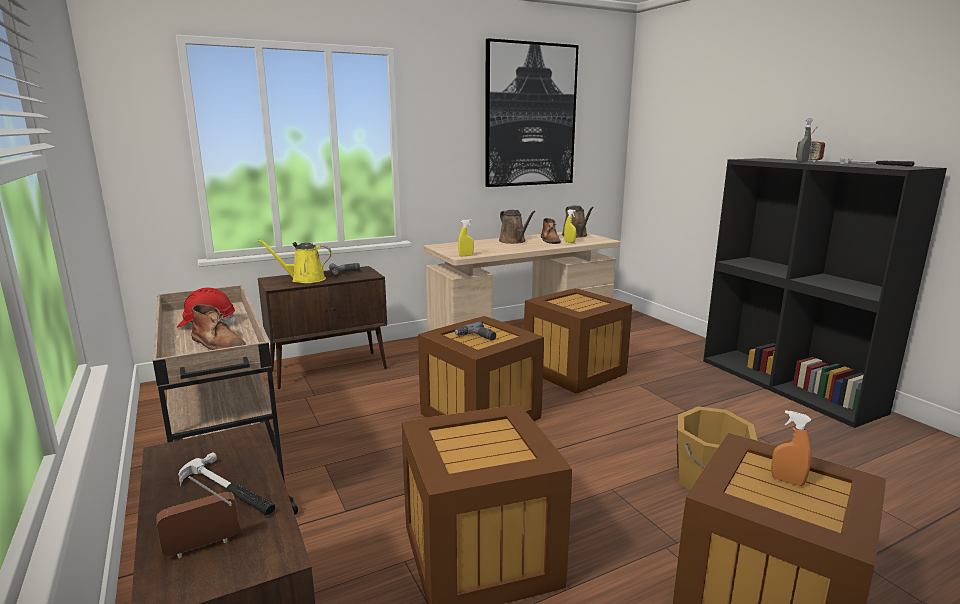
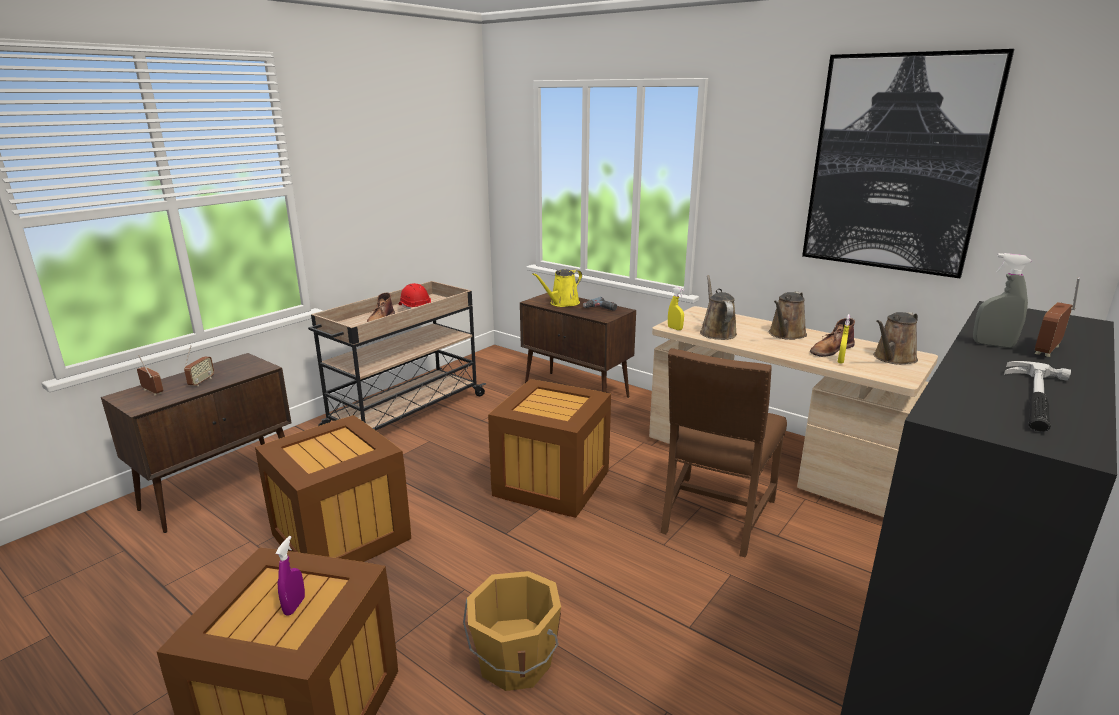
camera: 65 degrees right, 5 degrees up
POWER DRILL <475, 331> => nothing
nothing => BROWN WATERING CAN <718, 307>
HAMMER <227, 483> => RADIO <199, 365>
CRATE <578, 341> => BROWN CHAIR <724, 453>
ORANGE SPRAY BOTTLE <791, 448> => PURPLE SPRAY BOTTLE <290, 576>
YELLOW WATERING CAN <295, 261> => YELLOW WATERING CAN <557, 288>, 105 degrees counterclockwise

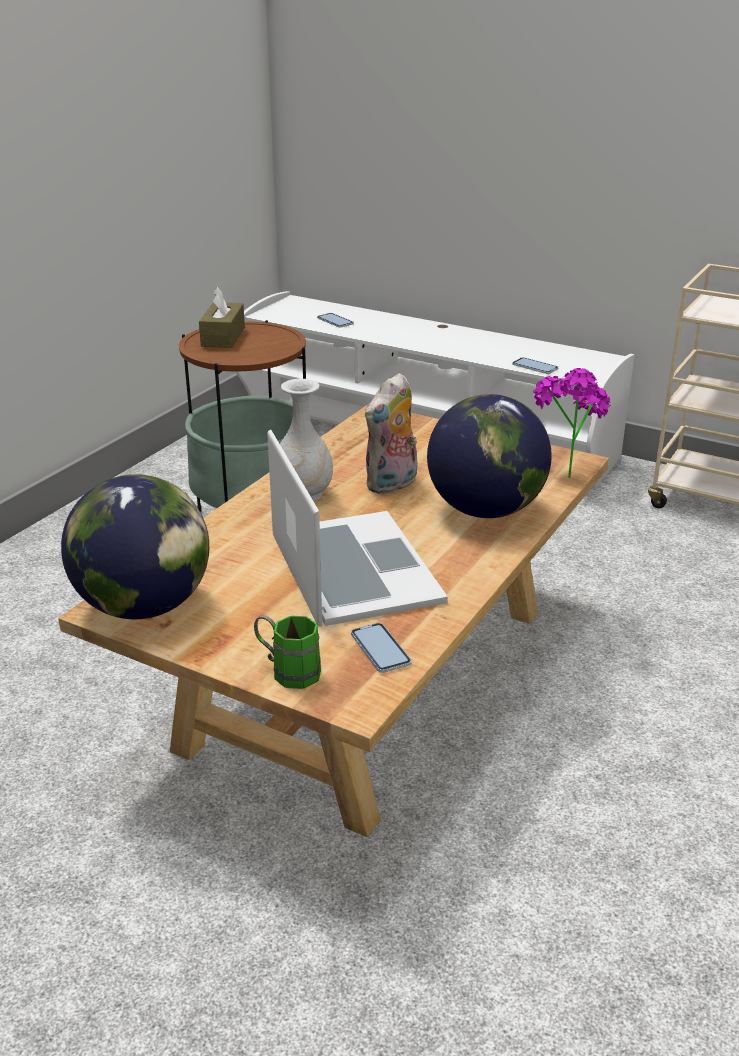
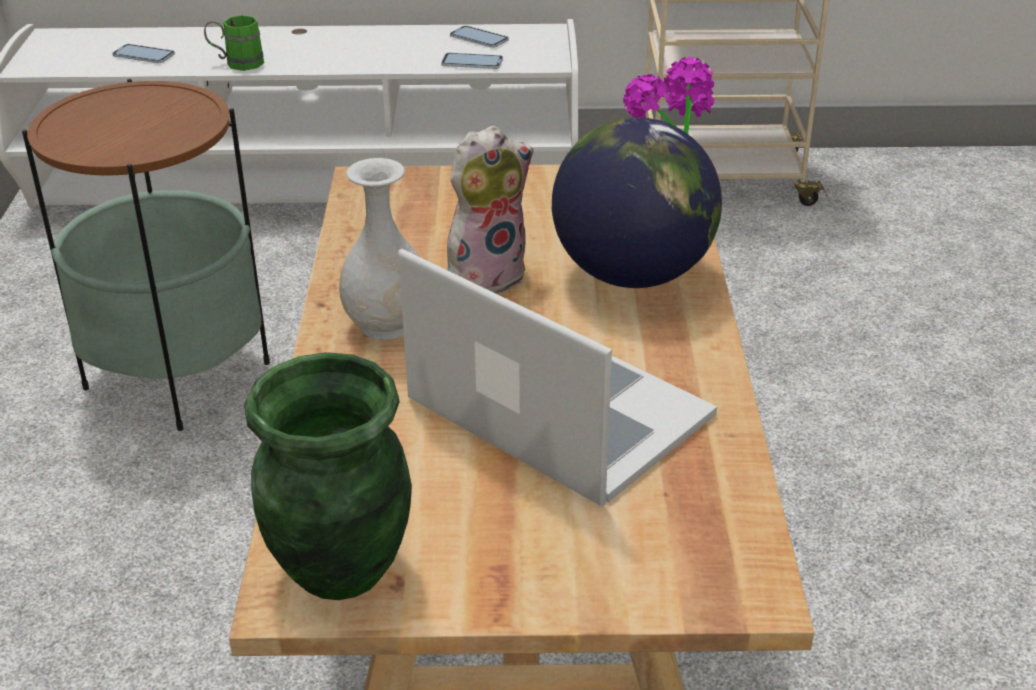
camera: 30 degrees left, 5 degrees up
BROWN TISSUE BOX <222, 317> => nothing
GREEN MUG <287, 652> => GREEN MUG <234, 43>, moved
PHONE <381, 648> => PHONE <479, 37>, moved
GLOBE <135, 546> => GREEN VASE <328, 476>
PLUSH TOY <391, 433> => PLUSH TOY <490, 209>, 135 degrees counterclockwise

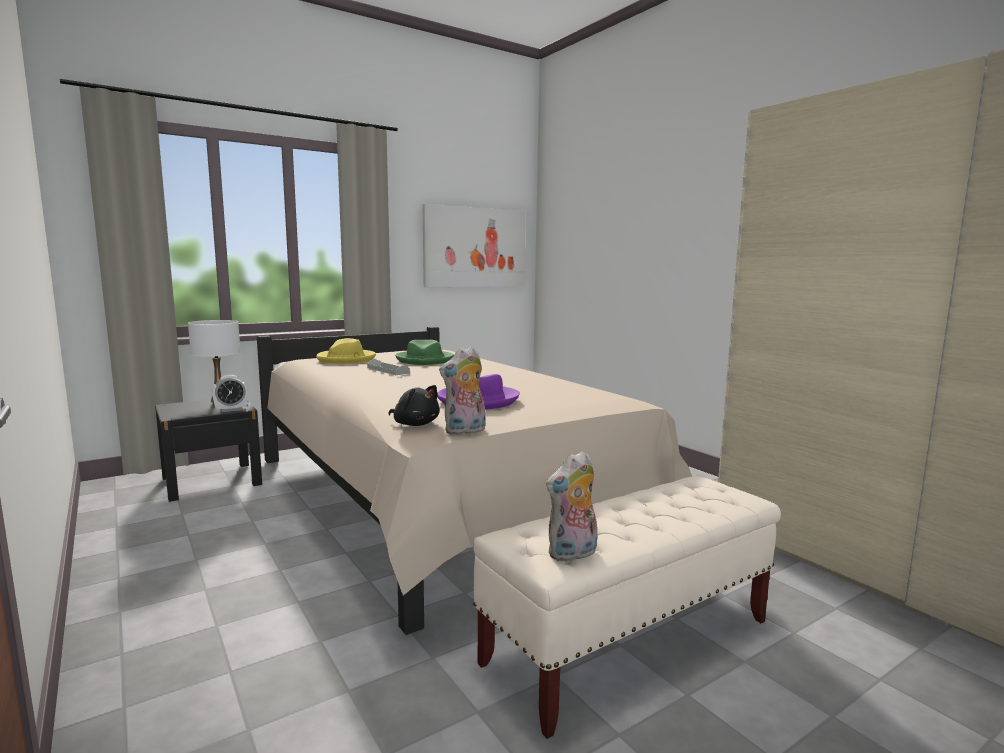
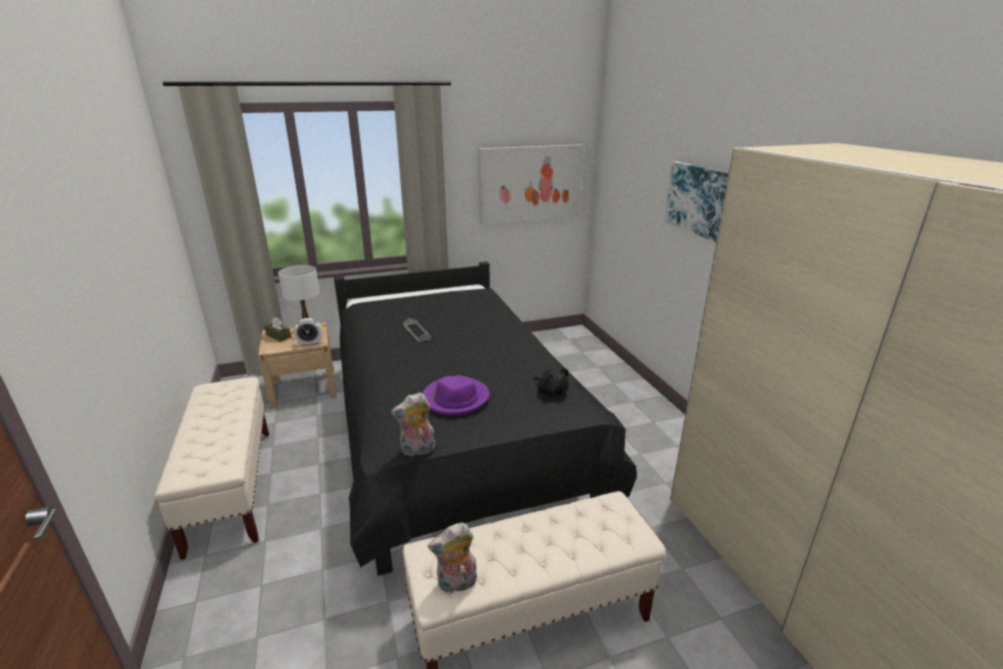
camera: 15 degrees right, 15 degrees up
YELLOW HAT <346, 351> => nothing
GREEN HAT <424, 352> => nothing
nothing => BEIGE BENCH <211, 468>
nothing => BROWN TISSUE BOX <278, 329>
nothing => PICTURE <696, 201>
BLACK PLUSH TOY <414, 405> => BLACK PLUSH TOY <551, 382>, moved
BLACK NIGHTSTAND <208, 450> => BEIGE NIGHTSTAND <297, 365>
BEIGE BED <474, 481> => BLACK BED <485, 418>

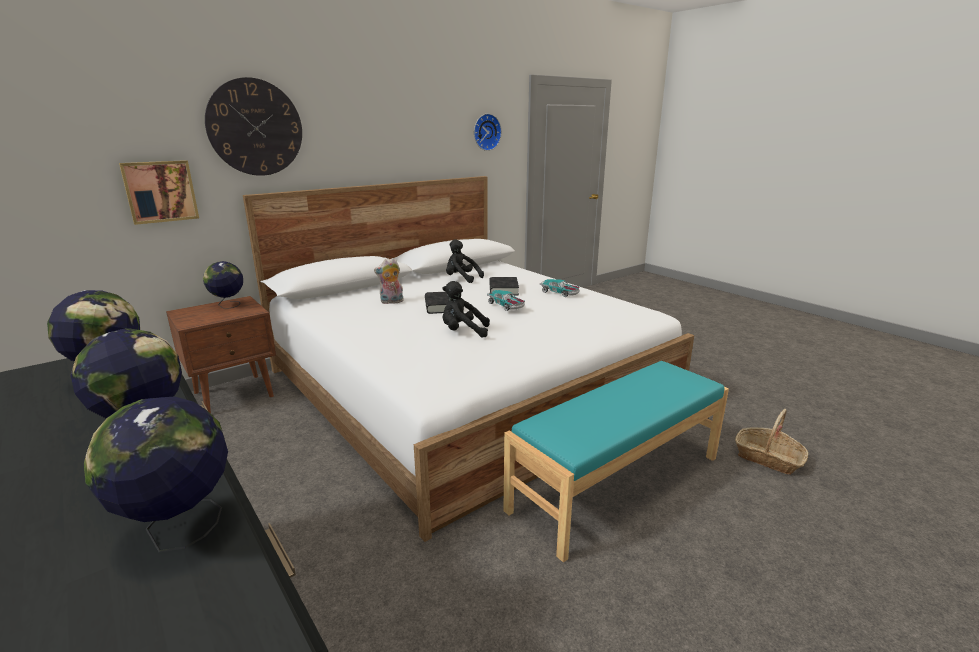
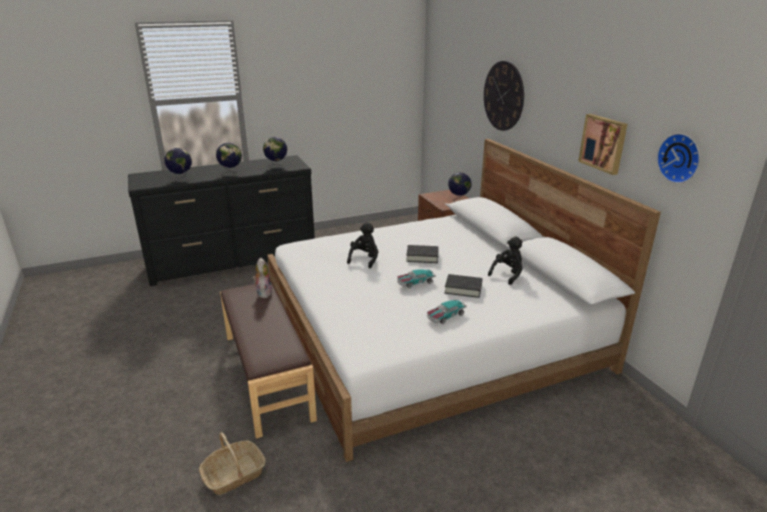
camera: 105 degrees right, 5 degrees up
PICTURE <159, 192> => PICTURE <602, 144>, moved
PLUSH TOY <389, 281> => PLUSH TOY <262, 277>, moved
TURQUOISE BENCH <616, 461> => BROWN BENCH <268, 361>

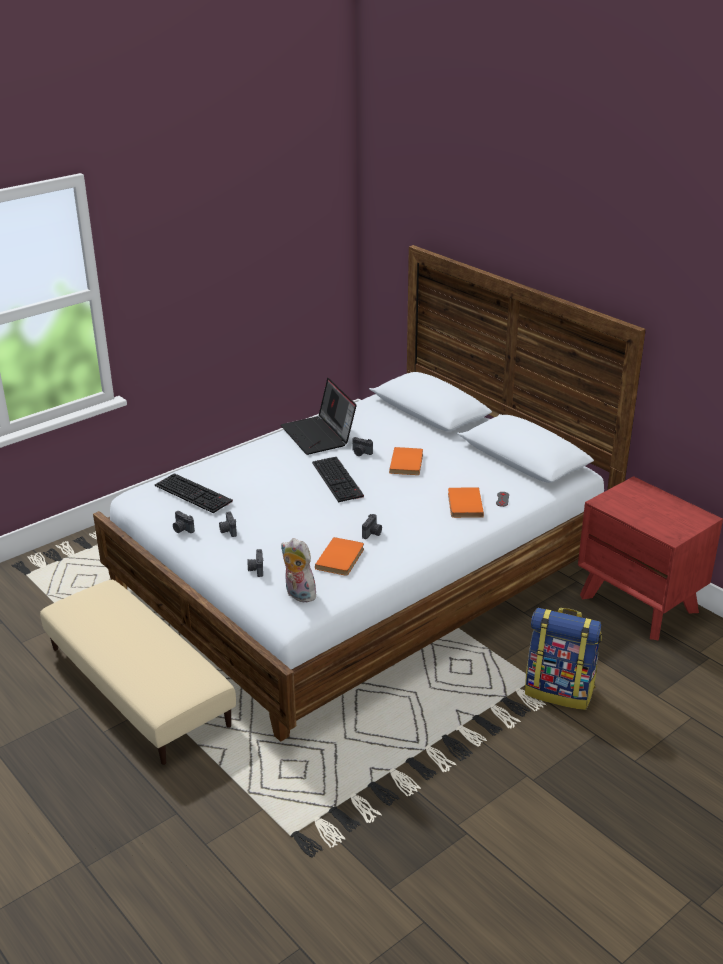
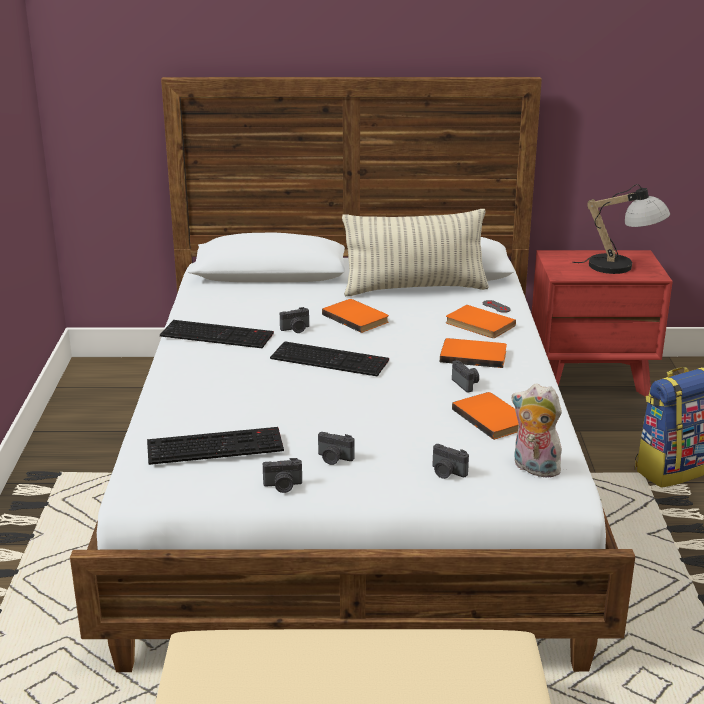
camera: 50 degrees left, 5 degrees down
nothing => PILLOW <415, 252>
nothing => ORANGE BOOK <473, 353>
nothing => TABLE LAMP <621, 229>
LAPTOP <319, 416> => KEYBOARD <217, 334>
PLUSH TOY <300, 570> => PLUSH TOY <536, 430>, 45 degrees clockwise

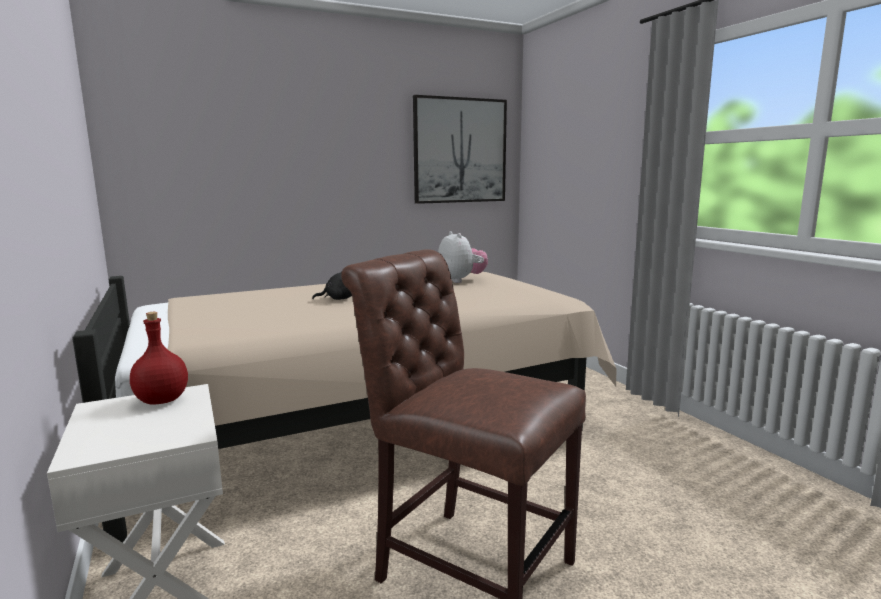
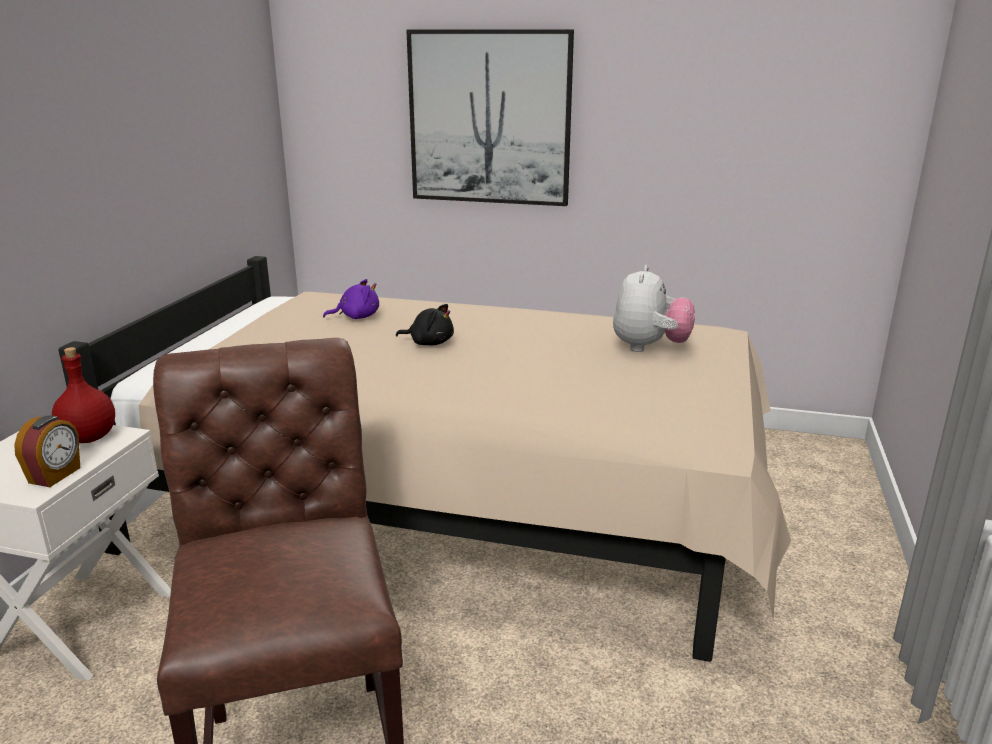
camera: 40 degrees right, 10 degrees up
nothing => ALARM CLOCK <47, 451>
nothing => PURPLE PLUSH TOY <351, 299>
PICTURE <460, 149> => PICTURE <490, 117>, moved

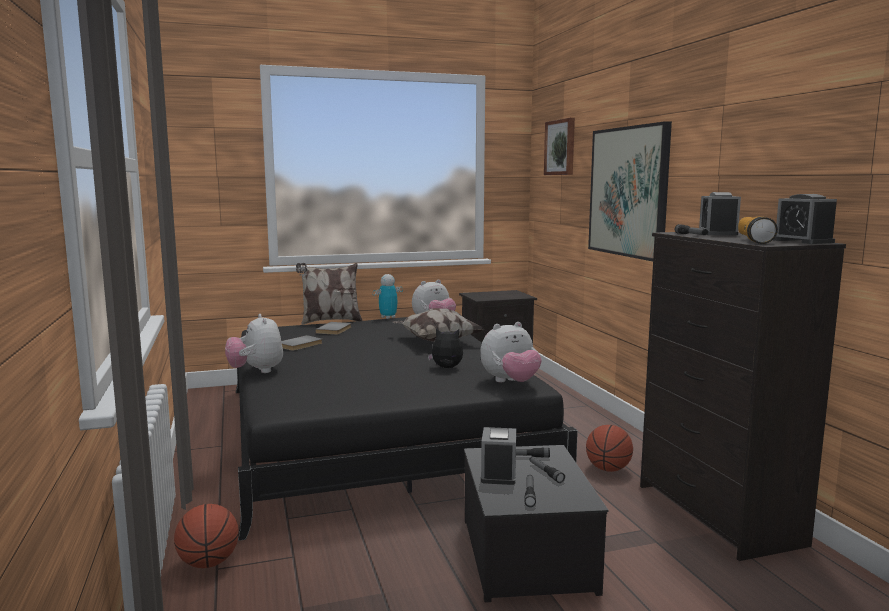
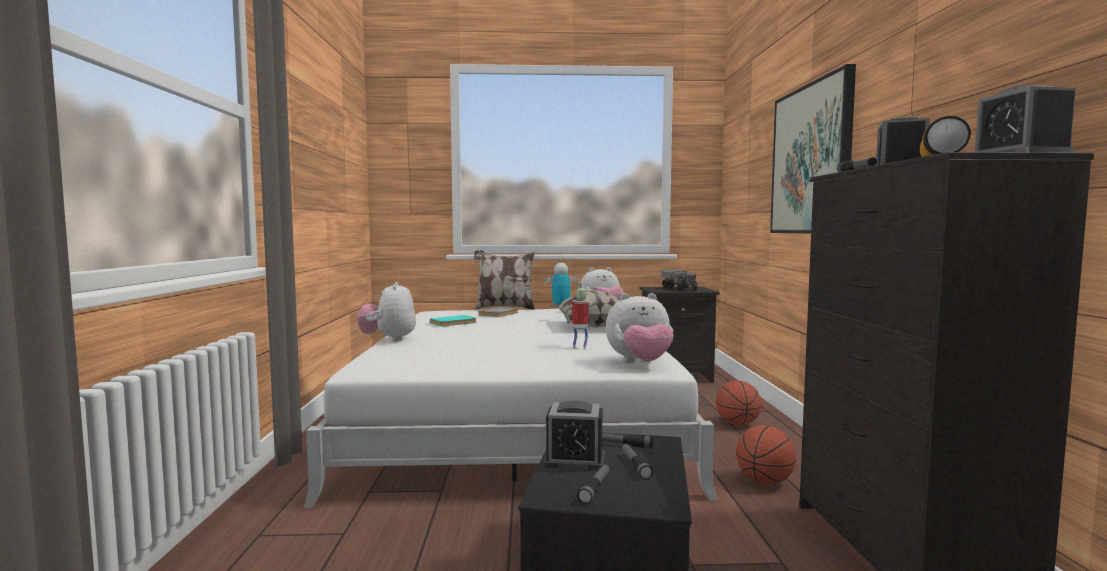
camera: 15 degrees right, 5 degrees down
PICTURE <559, 146> => nothing
nothing => TOY TRUCK <679, 280>
BASKETBALL <206, 536> => BASKETBALL <739, 402>, moved
PLUSH TOY <445, 348> => TOY ROBOT <582, 316>
BLACK BED <407, 429> => WHITE BED <510, 409>
GREY BOOK <302, 343> => TURQUOISE BOOK <453, 321>
ALARM CLOCK <498, 456> => ALARM CLOCK <574, 435>, 105 degrees counterclockwise

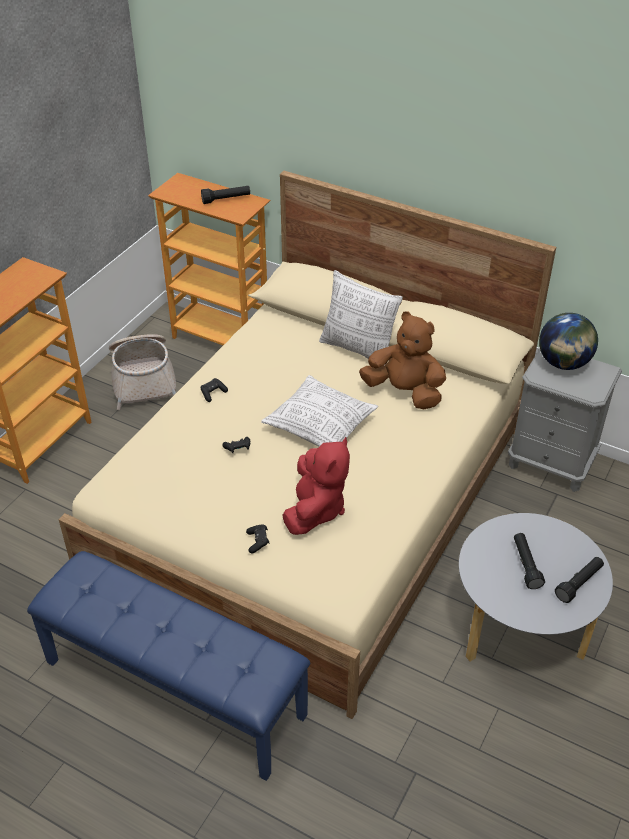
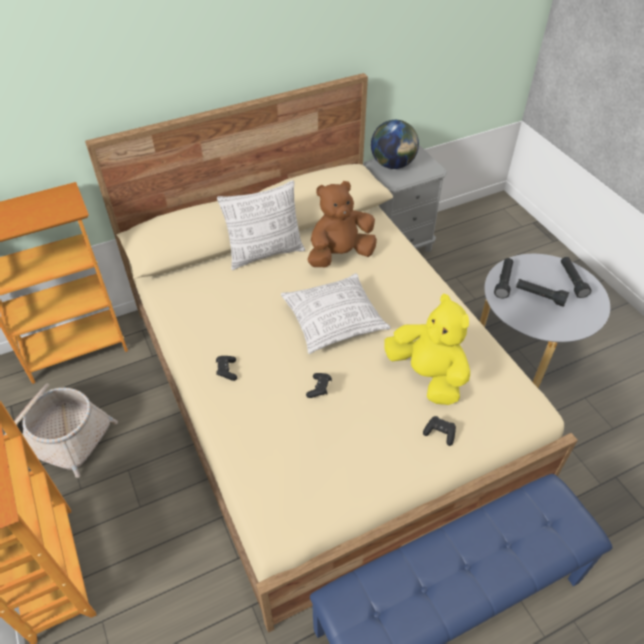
camera: 55 degrees left, 5 degrees up
BLACK FLASHLIGHT <225, 195> => BLACK FLASHLIGHT <503, 278>, moved
RED PLUSH TOY <316, 486> => YELLOW PLUSH TOY <427, 349>

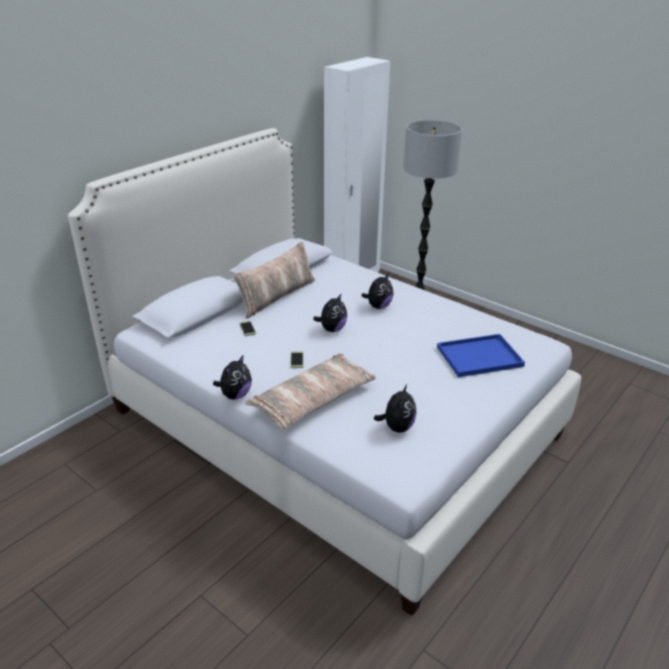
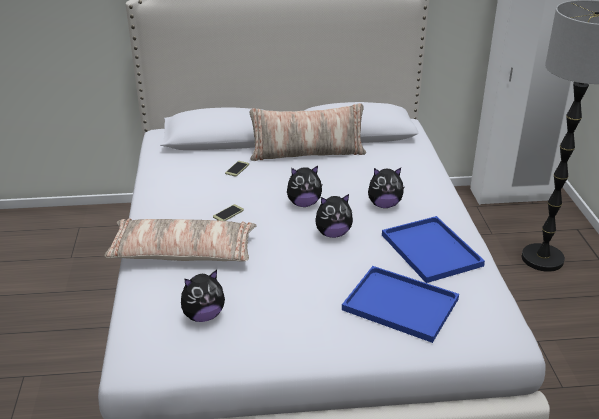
camera: 45 degrees right, 0 degrees up
nothing => BLUE TRAY <433, 249>
PLUSH TOY <232, 377> => PLUSH TOY <334, 216>, moved

